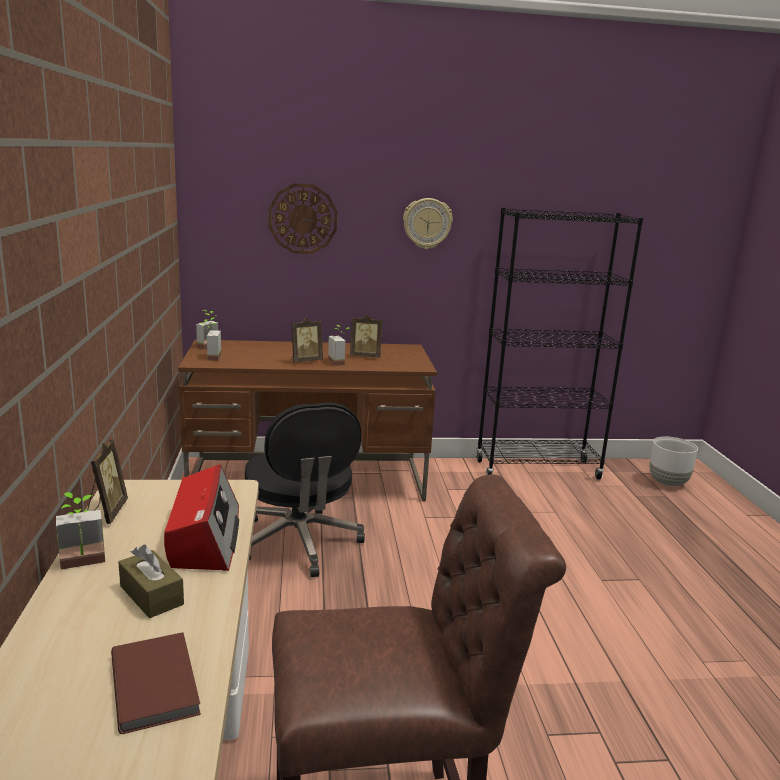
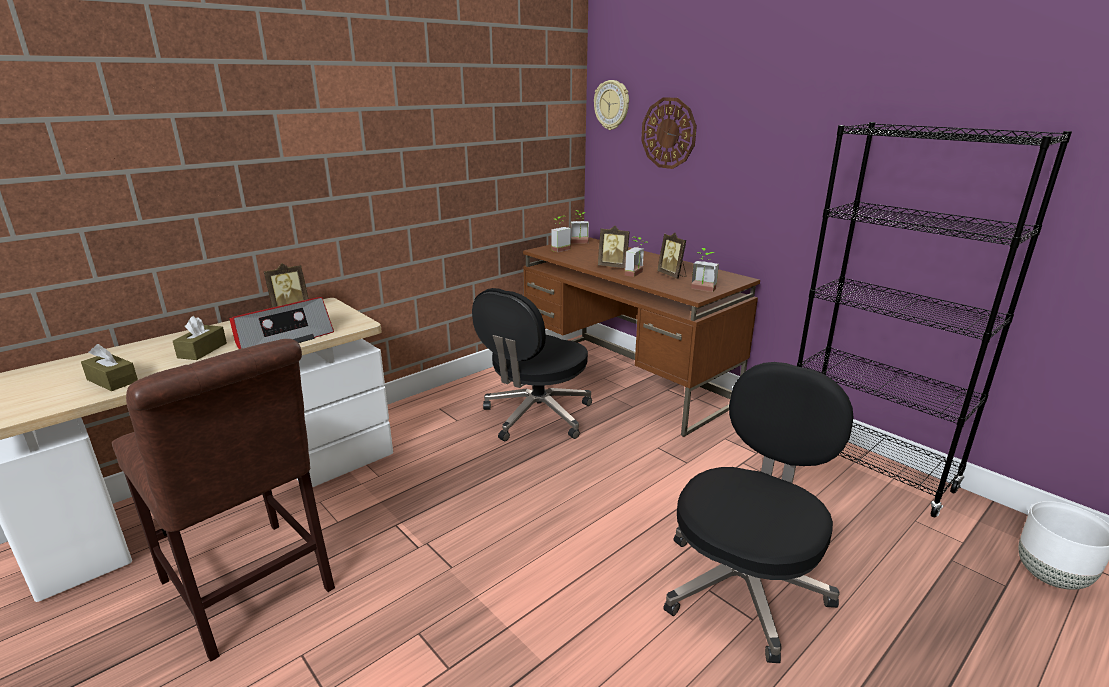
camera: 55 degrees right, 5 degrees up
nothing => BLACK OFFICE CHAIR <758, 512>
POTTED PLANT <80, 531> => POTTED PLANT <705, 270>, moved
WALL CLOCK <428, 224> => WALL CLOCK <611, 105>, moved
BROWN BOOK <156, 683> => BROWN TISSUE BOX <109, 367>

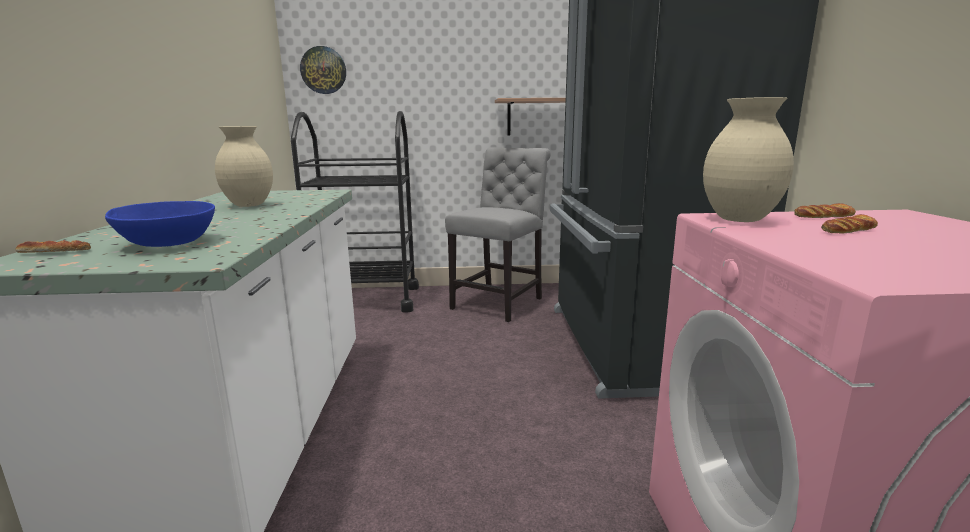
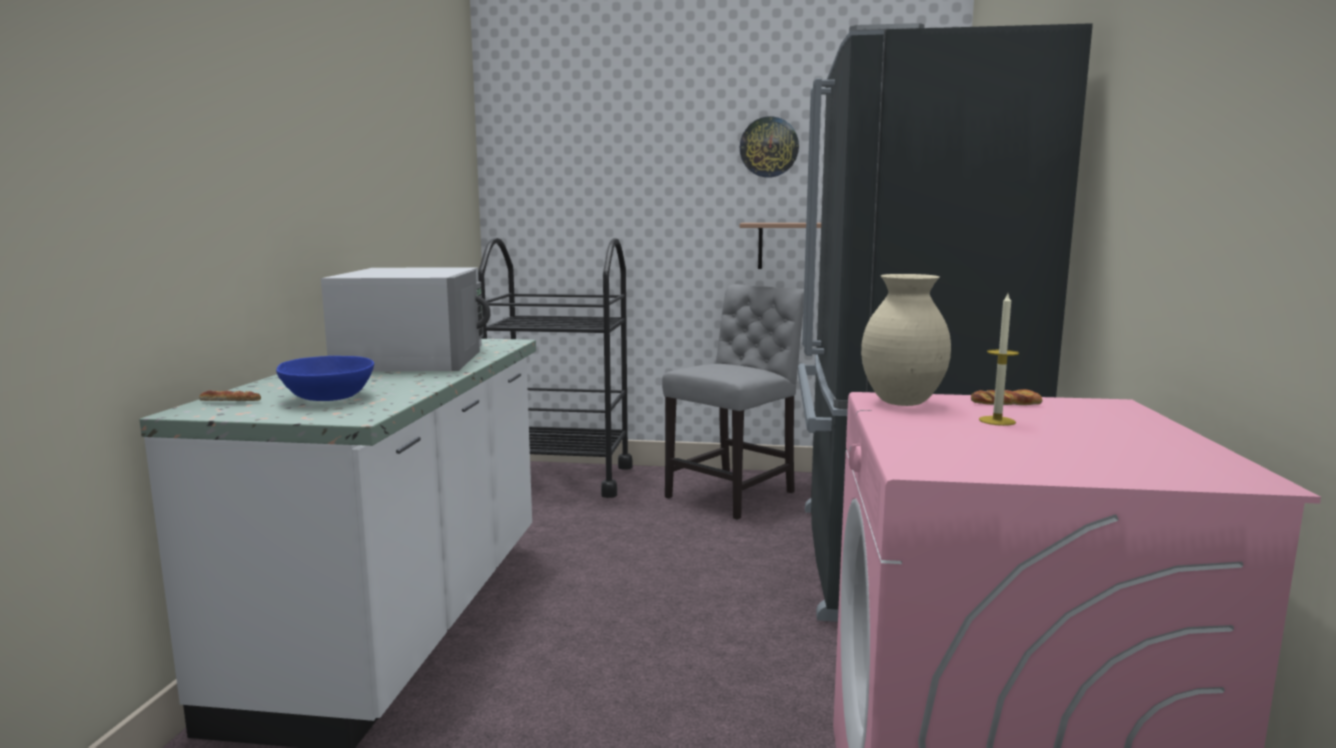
camera: 10 degrees right, 5 degrees down
WALL CLOCK <323, 70> => WALL CLOCK <769, 147>, moved
BEIGE VASE <244, 166> => WHITE MICROWAVE <406, 319>
BREAD <849, 223> => CANDLE <999, 360>

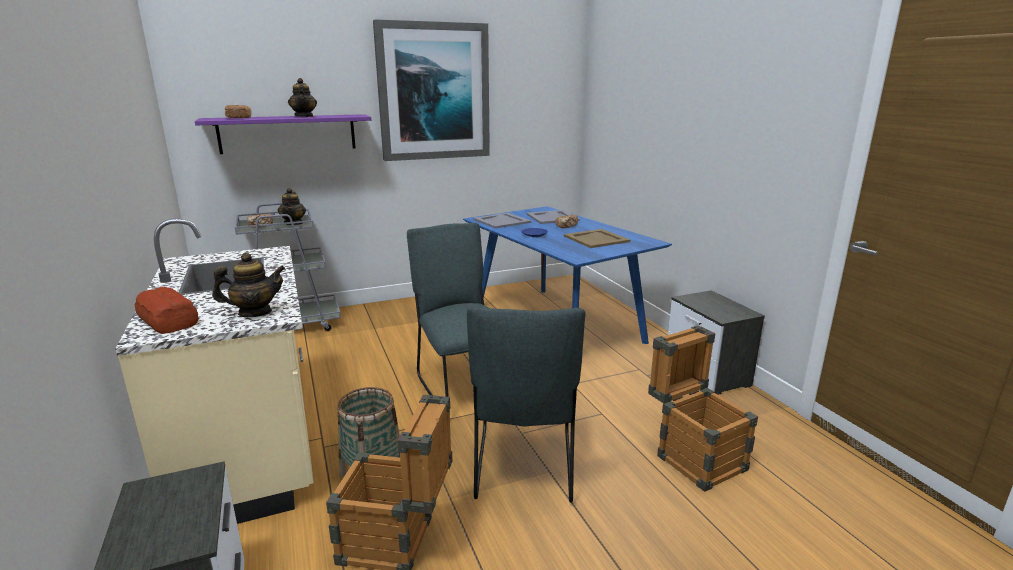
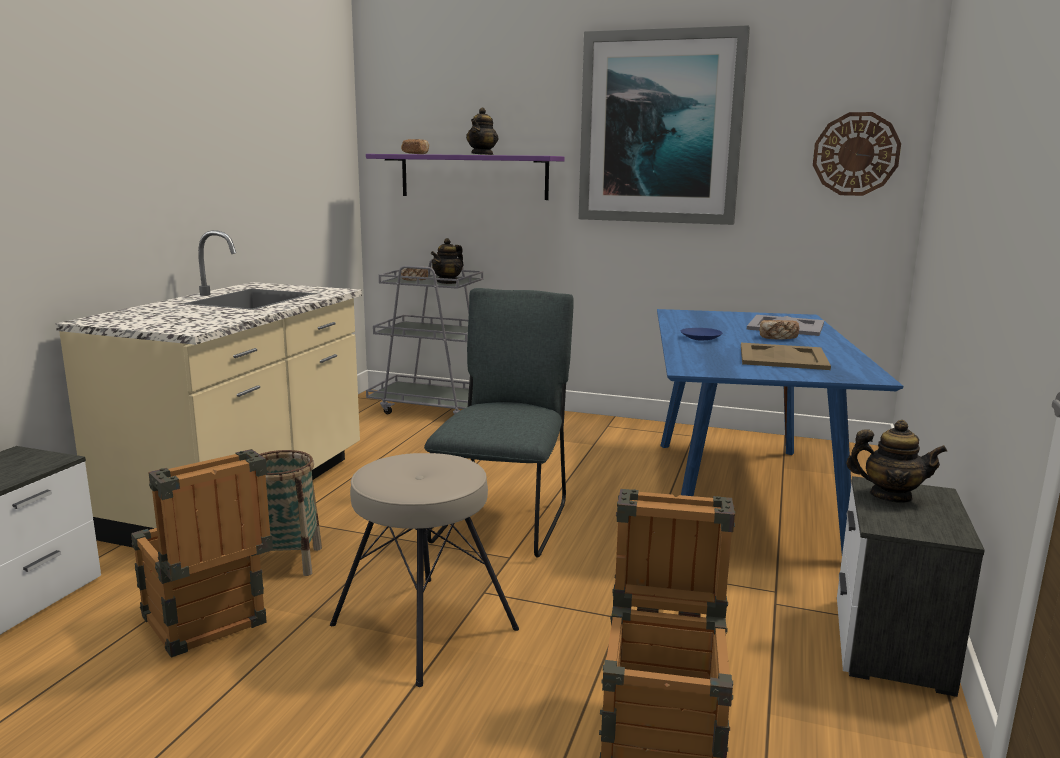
camera: 40 degrees right, 5 degrees down
BREAD <167, 310> => nothing
GREY TRAY <502, 221> => nothing
nothing => WALL CLOCK <857, 154>
TEAPOT <249, 285> => TEAPOT <896, 461>, moved
GREY CHAIR <526, 405> => BEIGE STOOL <424, 570>

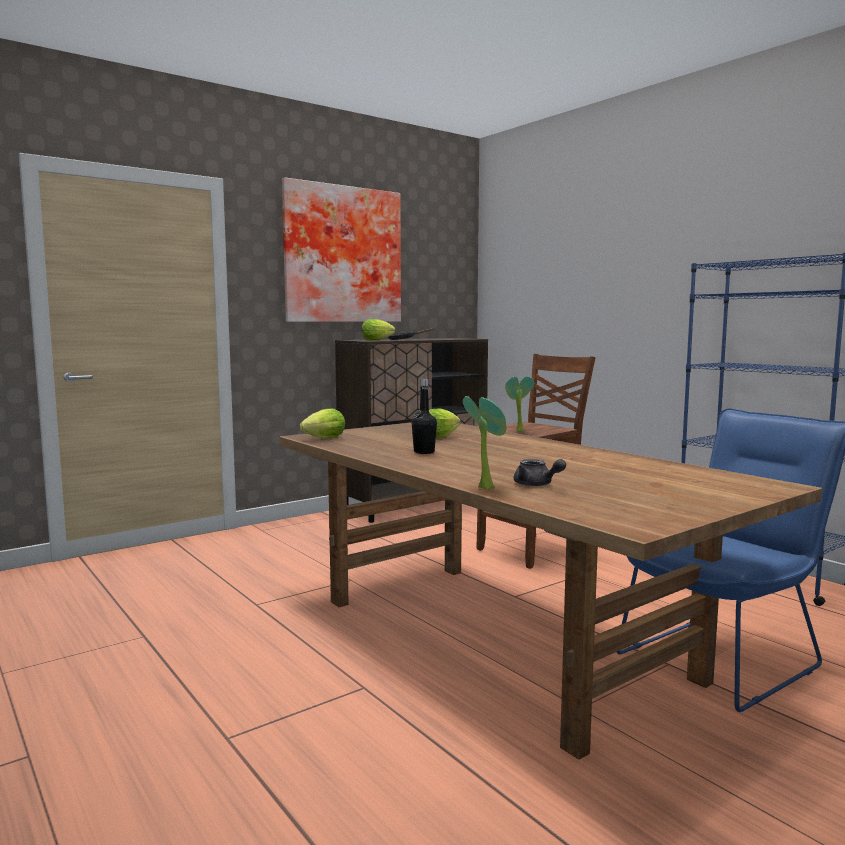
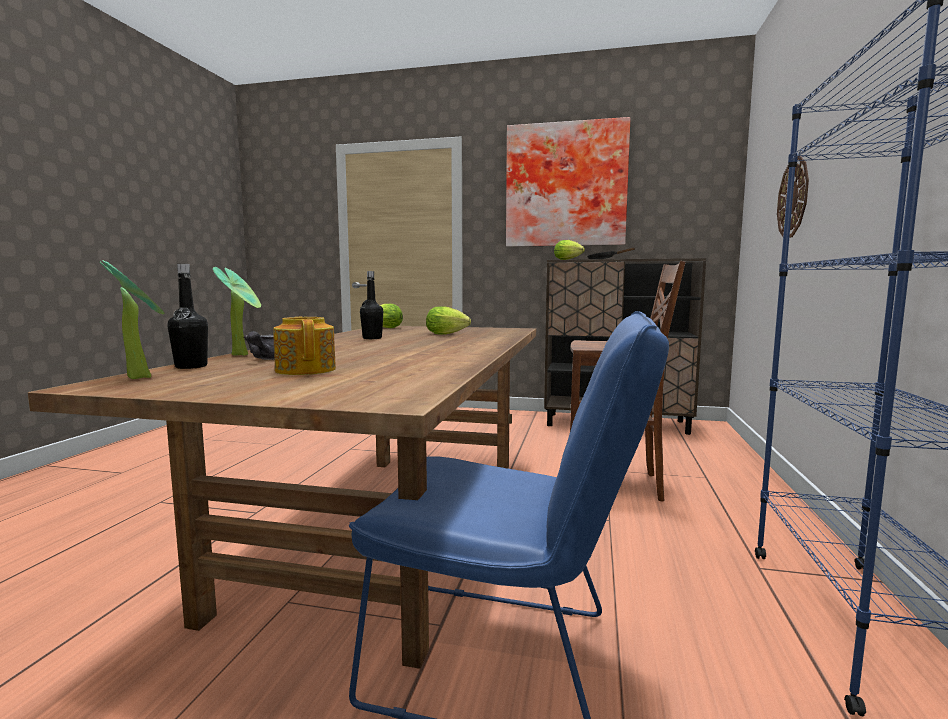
camera: 50 degrees right, 0 degrees up
nothing => BLACK BOTTLE <188, 316>
nothing => TEAPOT <304, 346>
nothing => WALL CLOCK <793, 197>
POTTED PLANT <519, 404> => POTTED PLANT <132, 319>, moved

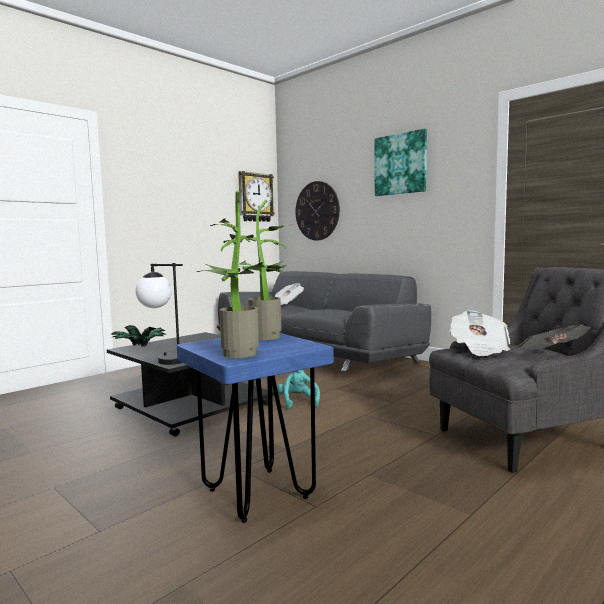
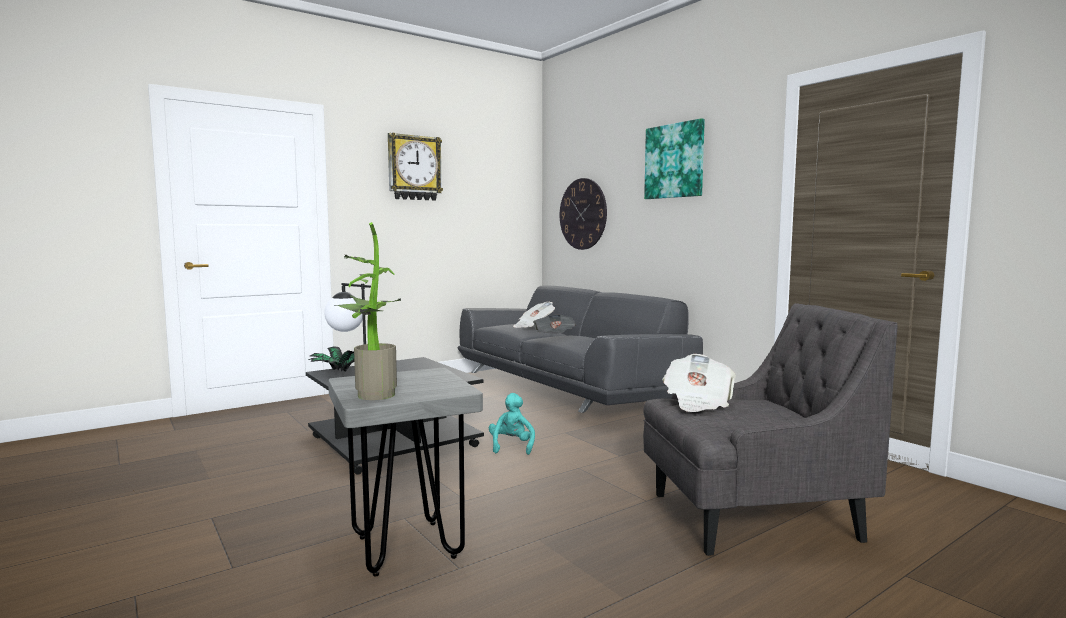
camera: 10 degrees right, 0 degrees up
POTTED PLANT <266, 270> => nothing
WALL CLOCK <256, 196> => WALL CLOCK <415, 167>, moved
NEWSPAPER <553, 337> => NEWSPAPER <554, 324>, moved
BLUE STOOL <255, 428> => GREY STOOL <405, 472>

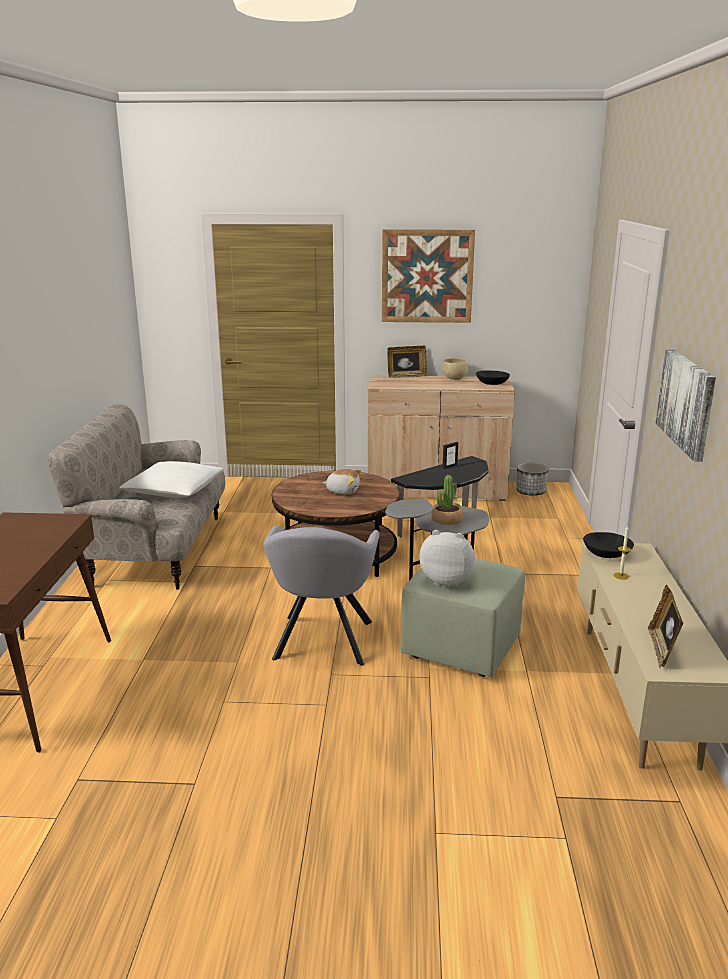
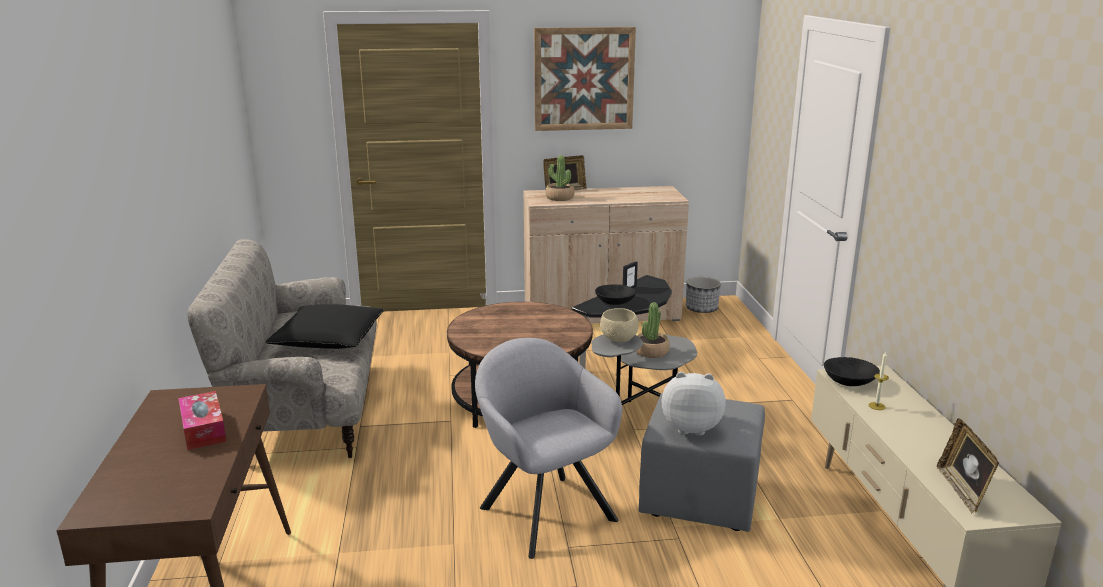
camera: 10 degrees left, 0 degrees up
PLUSH TOY <342, 482> => nothing
PICTURE <686, 405> => nothing
nothing => TISSUE BOX <203, 420>
nothing => POTTED PLANT <559, 178>
BEIGE BOWL <455, 369> => BEIGE BOWL <619, 325>, moved
BLACK BOWL <493, 378> => BLACK BOWL <615, 294>, moved
WHITE PILLOW <171, 479> => BLACK PILLOW <325, 326>
GREEN OTTOMAN <463, 617> => GREY OTTOMAN <702, 462>
GREY ARMCHAIR <321, 596> => GREY ARMCHAIR <548, 448>, 150 degrees clockwise

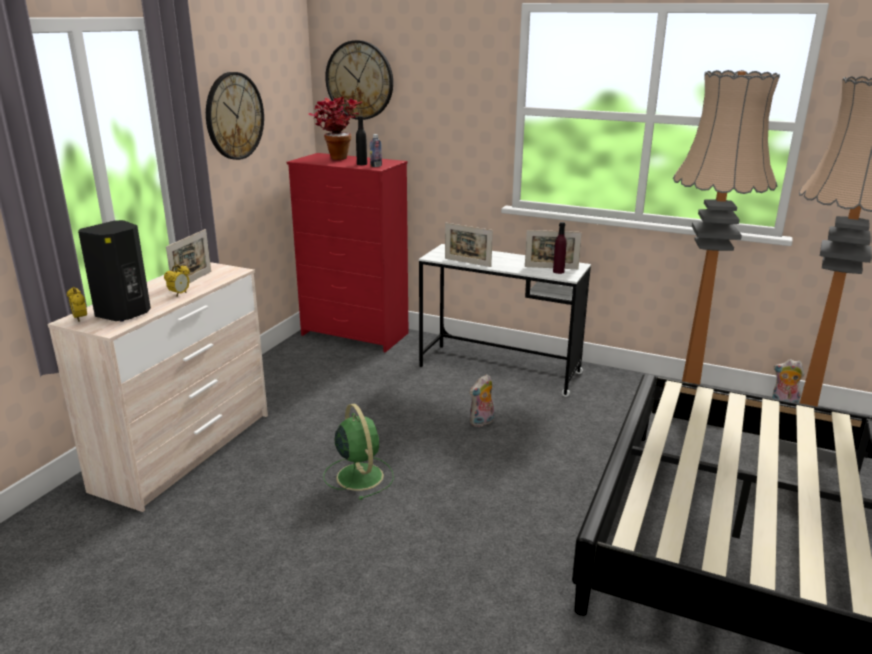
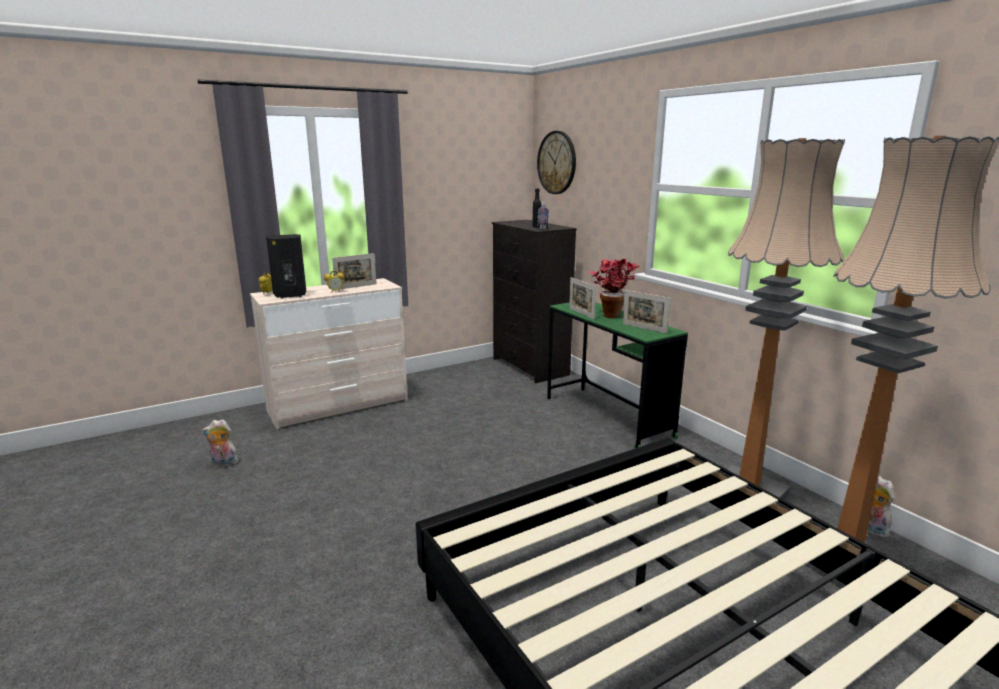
camera: 35 degrees right, 5 degrees down
WALL CLOCK <235, 116> => nothing
GREEN FAN <358, 452> => nothing
PURPLE BOTTLE <560, 248> => nothing
POTTED PLANT <335, 128> => POTTED PLANT <614, 288>, moved
PLUSH TOY <481, 400> => PLUSH TOY <221, 443>, moved
RED DRESSER <347, 253> => BLACK DRESSER <534, 301>
WHITE DESK <505, 320> => GREEN DESK <617, 375>

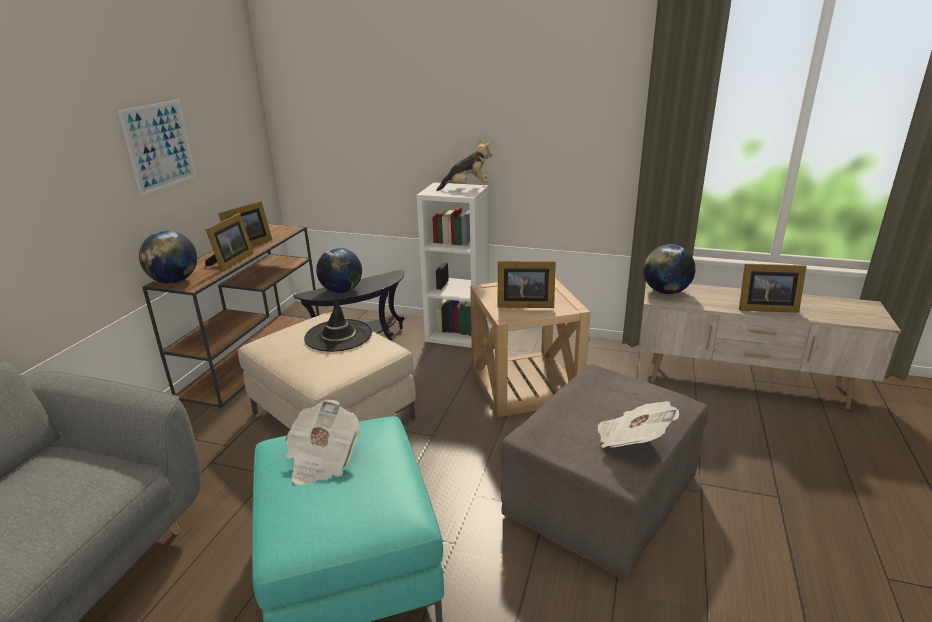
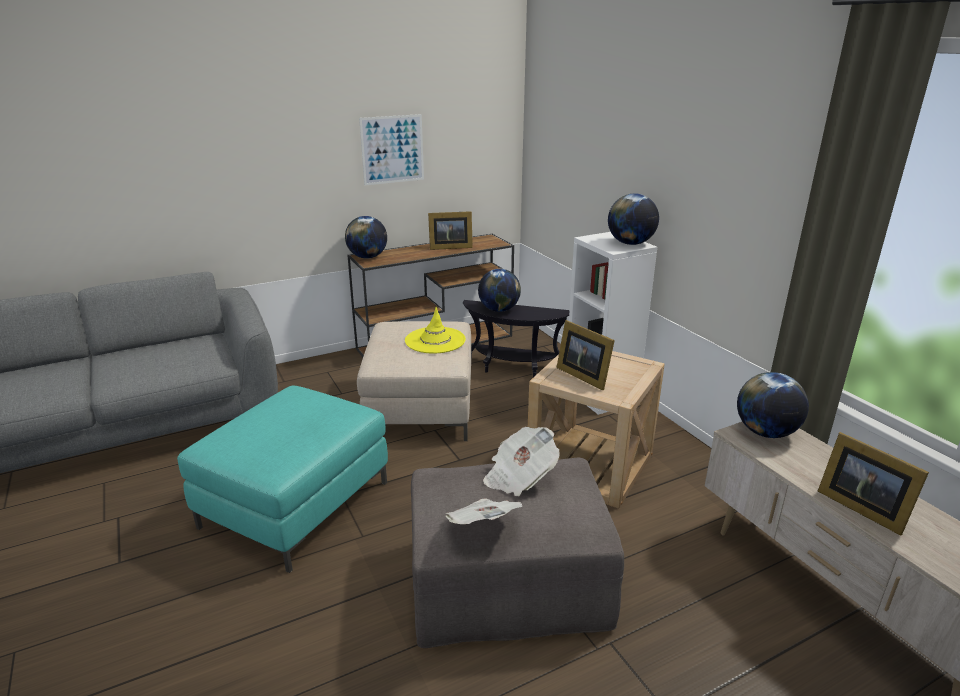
camera: 45 degrees right, 0 degrees up
PICTURE FRAME <229, 242> => nothing
NEWSPAPER <322, 442> => NEWSPAPER <521, 461>, moved
PLUSH TOY <464, 165> => GLOBE <633, 219>
BLACK HAT <338, 325> => YELLOW HAT <435, 330>

